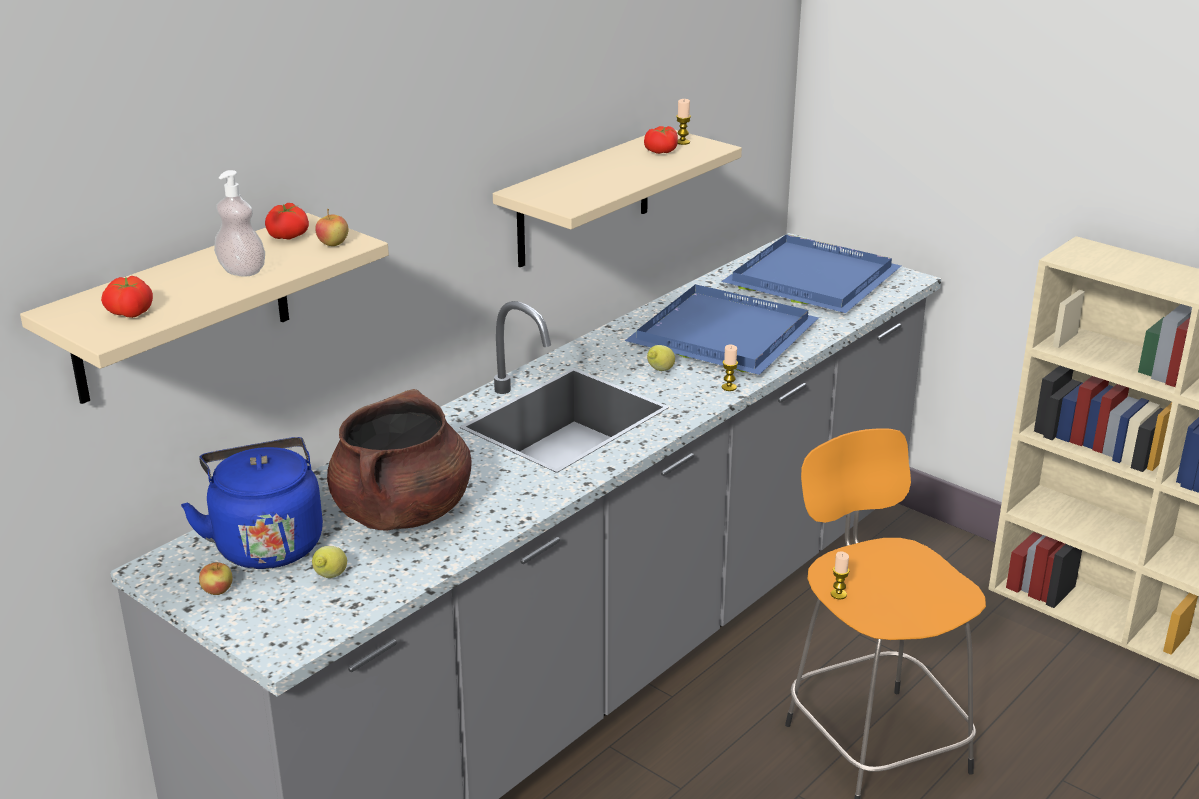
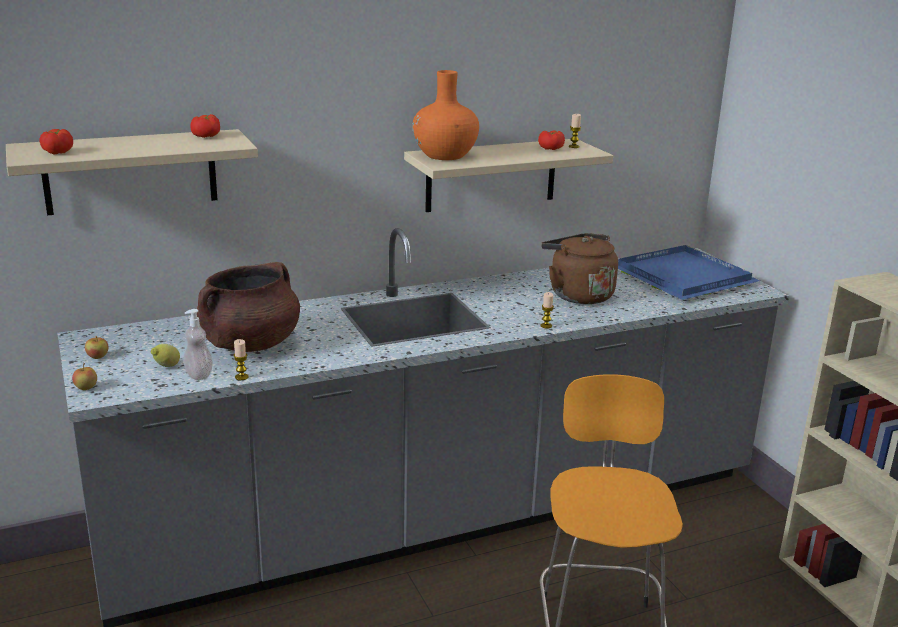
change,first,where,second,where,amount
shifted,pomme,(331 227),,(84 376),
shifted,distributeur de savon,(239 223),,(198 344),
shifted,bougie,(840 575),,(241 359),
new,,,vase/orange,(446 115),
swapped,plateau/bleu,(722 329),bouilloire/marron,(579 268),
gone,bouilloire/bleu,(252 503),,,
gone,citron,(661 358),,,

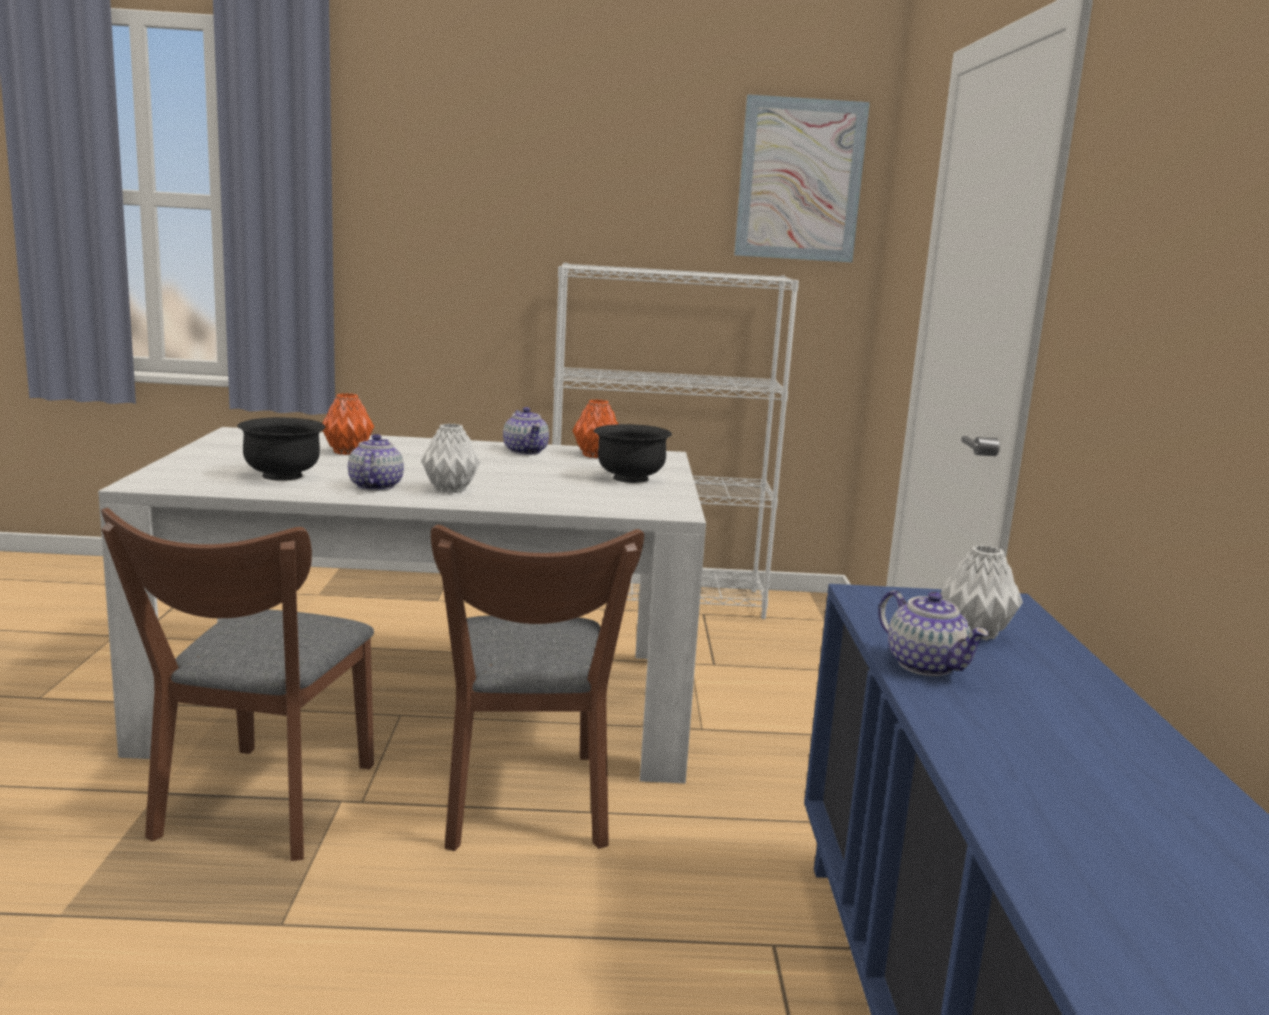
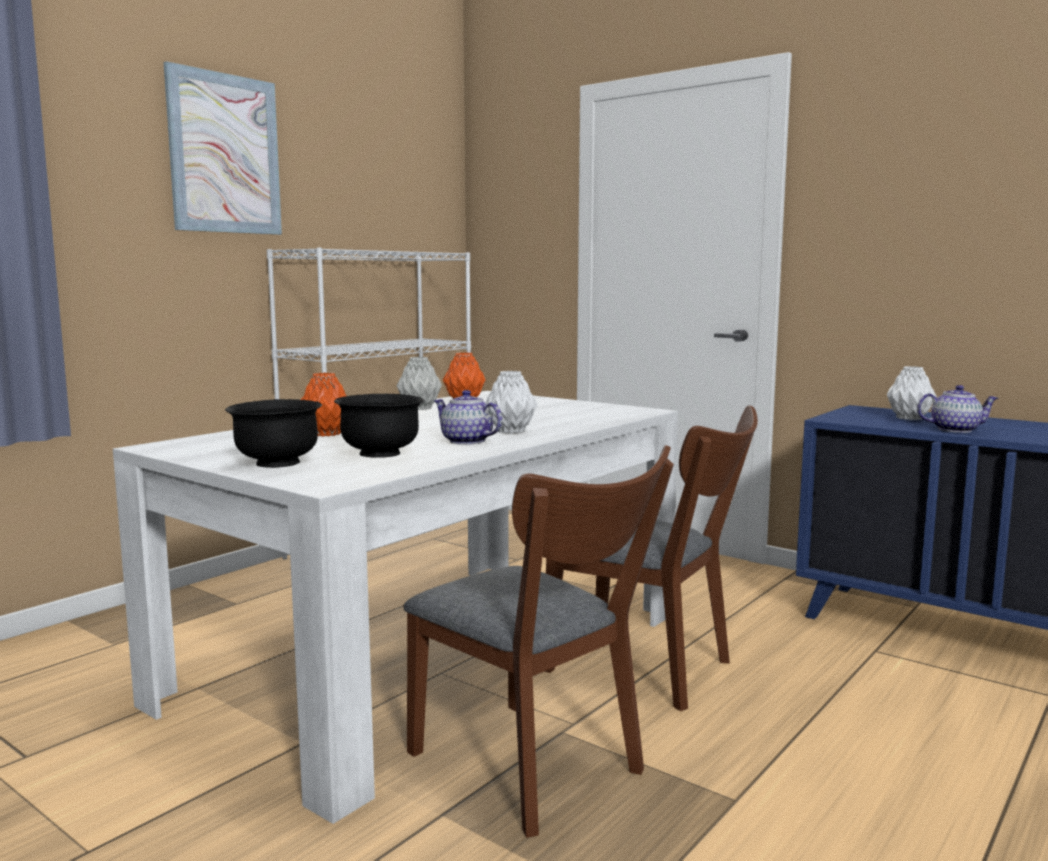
change,first,where,second,where,amount
shifted,tableau,(802 178),,(222 148),
shifted,bol/noir,(633 453),,(273 433),
swapped,théière,(526 431),vase/gris,(419 383),

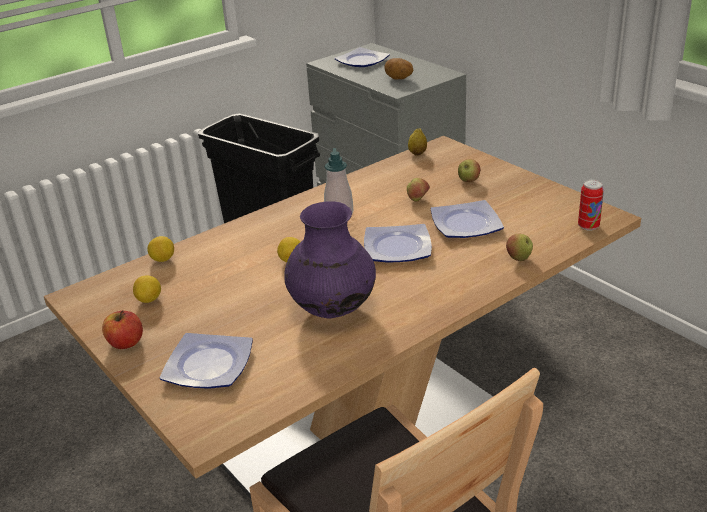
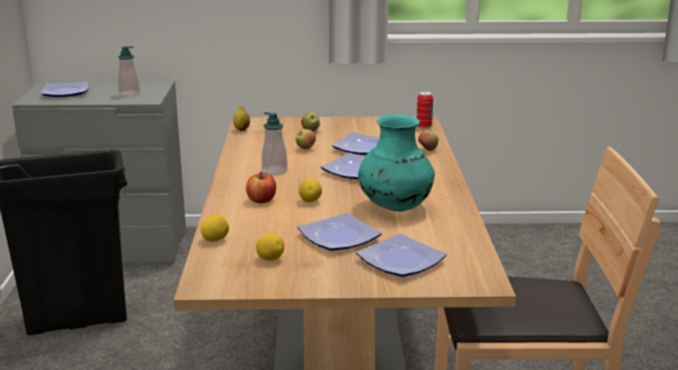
change,first,where,second,where,amount
swapped,pomme de terre,(398 69),distributeur de savon,(129 71),
shifted,pomme,(122 329),,(261 187),
new,,,assiette,(340 232),
repainted,vase/violet,(330 260),vase/turquoise,(396 163),

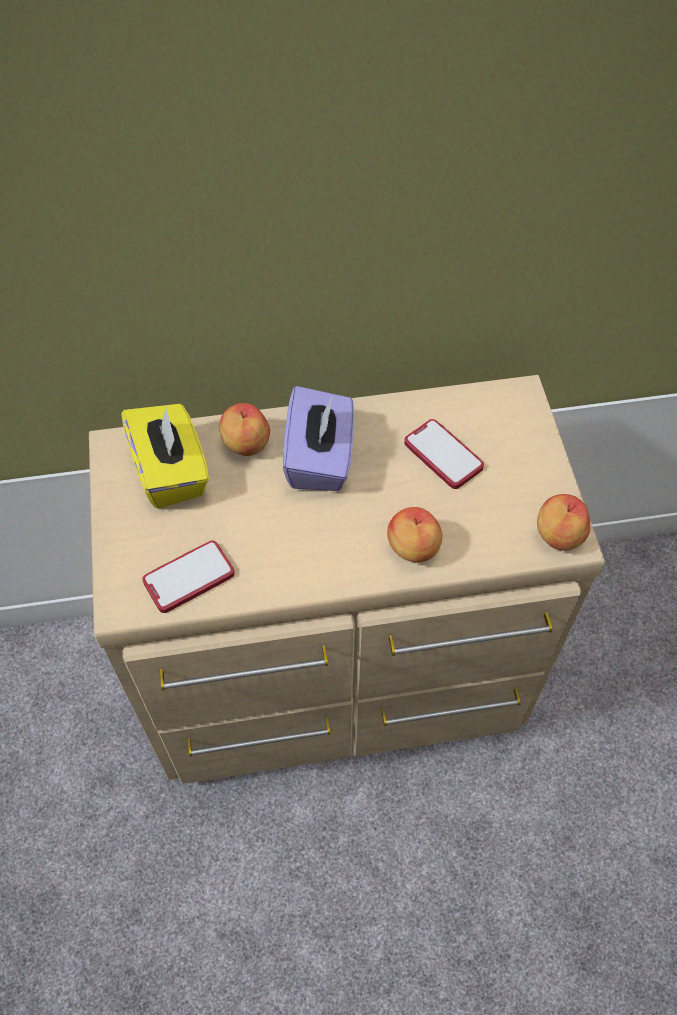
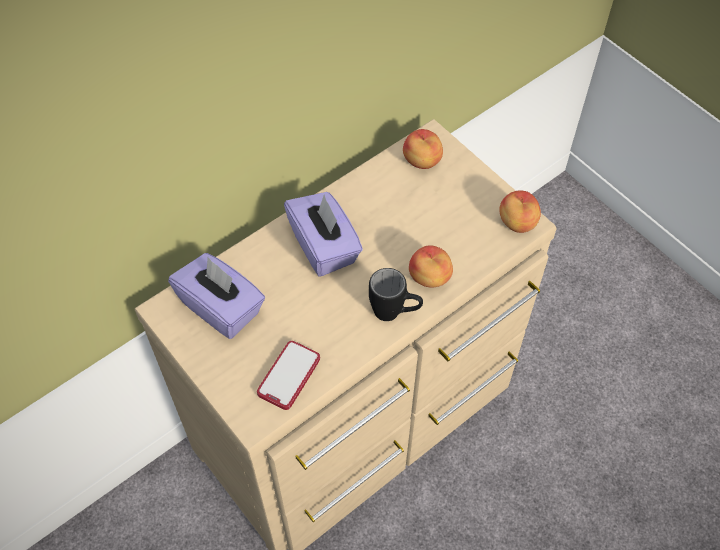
change,first,where,second,where,amount
repainted,boîte à mouchoirs/jaune,(165 456),boîte à mouchoirs/violet,(216 296),
new,,,mug/noir,(396 294),
shifted,pomme,(244 429),,(423 149),
gone,téléphone,(444 454),,,

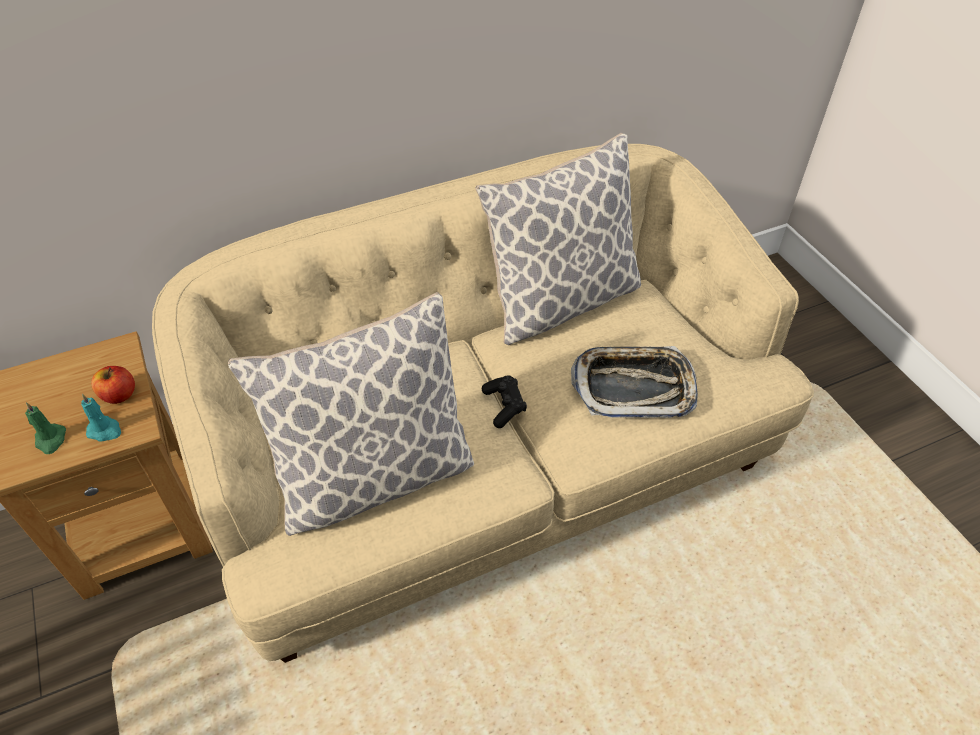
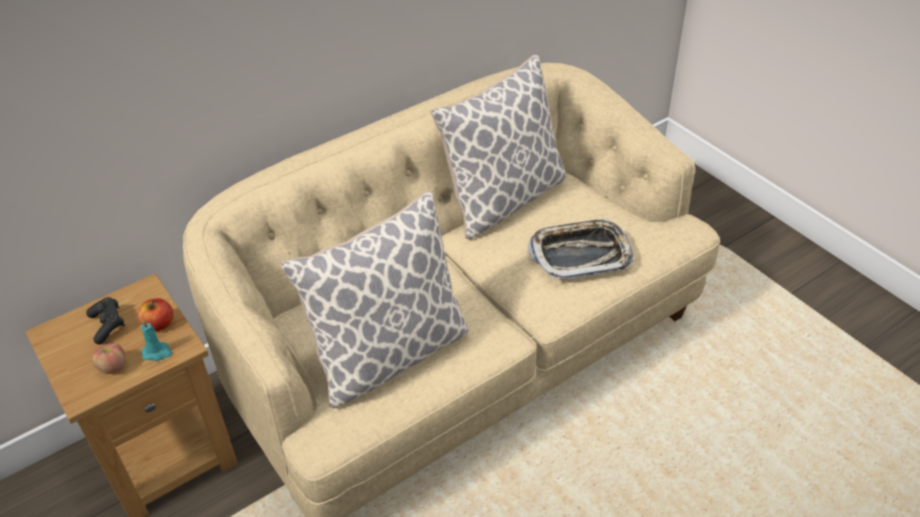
change,first,where,second,where,amount
shifted,manette/noir,(504 401),,(105 320),
swapped,bougie/vert,(45 428),pomme,(108 358),

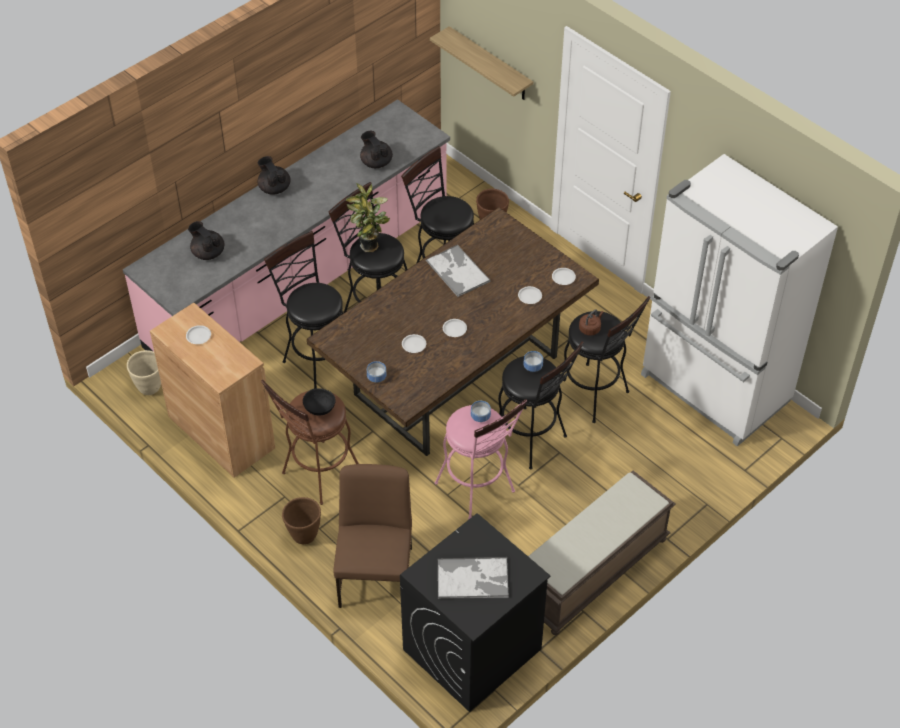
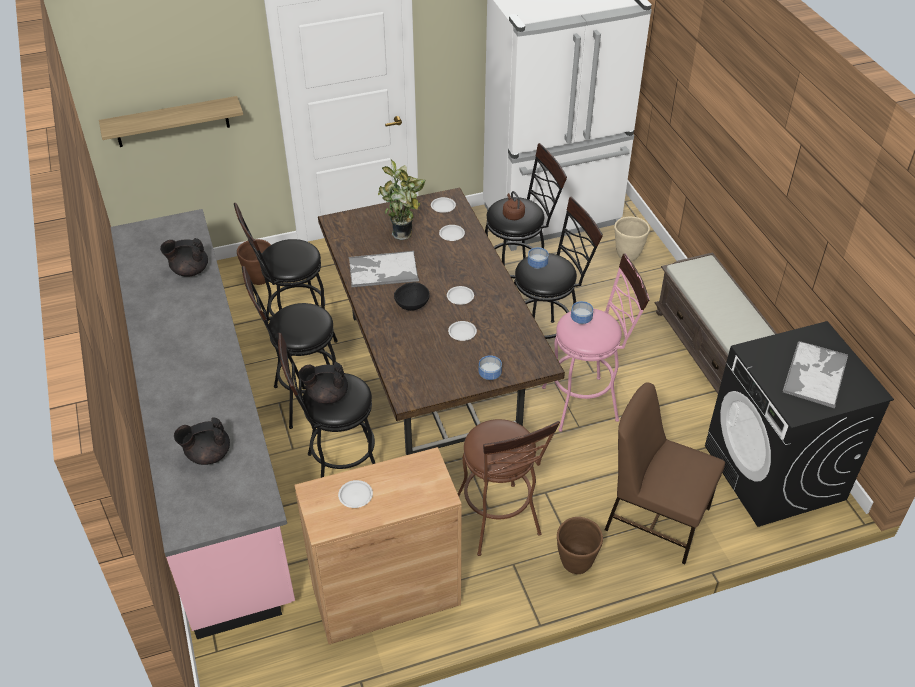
change,first,where,second,where,amount
shifted,théière/noir,(274 175),,(323 383),
shifted,plante en pot,(368 217),,(402 199),
shifted,bol/noir,(319 401),,(412 296),
shifted,cache-pot/beige,(144 372),,(632 239),

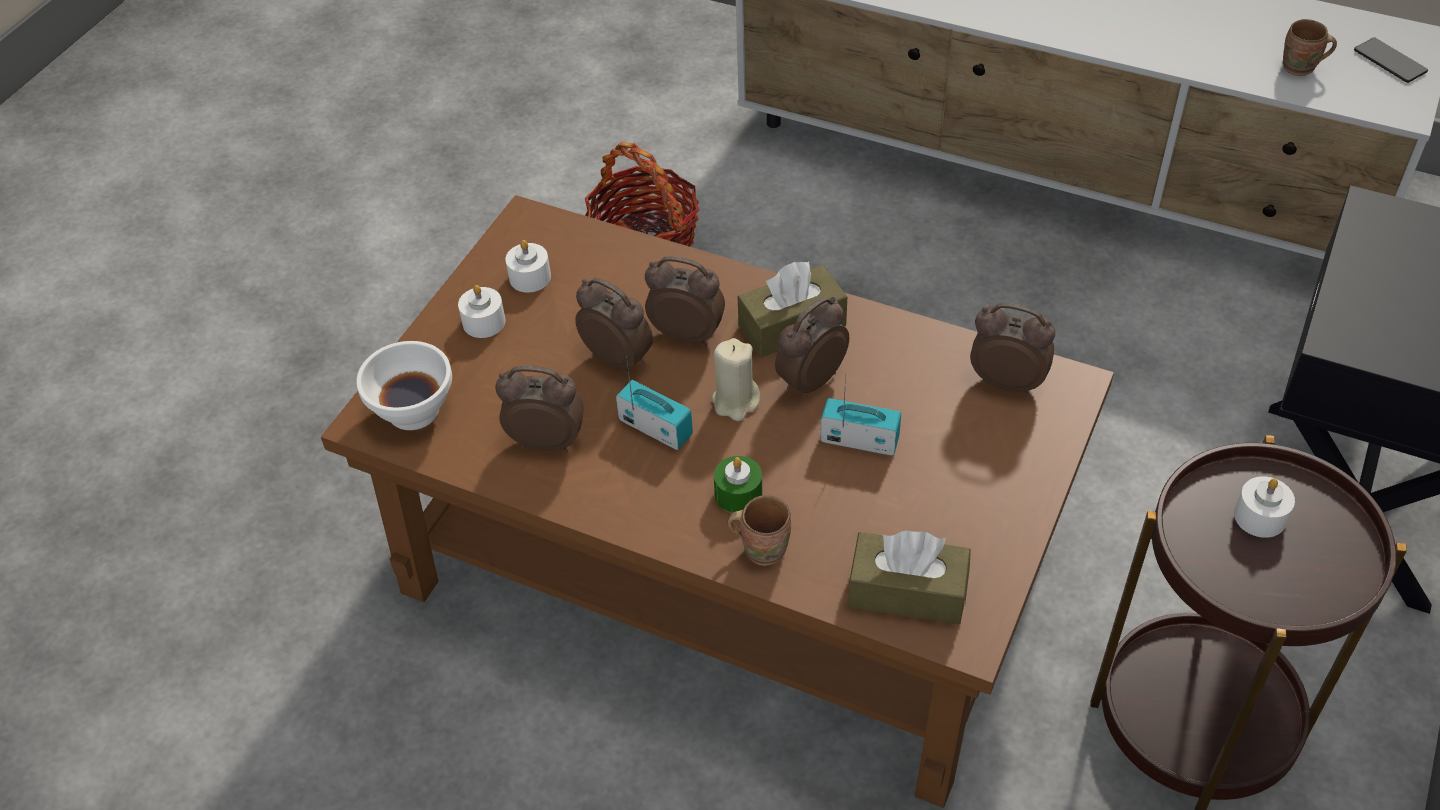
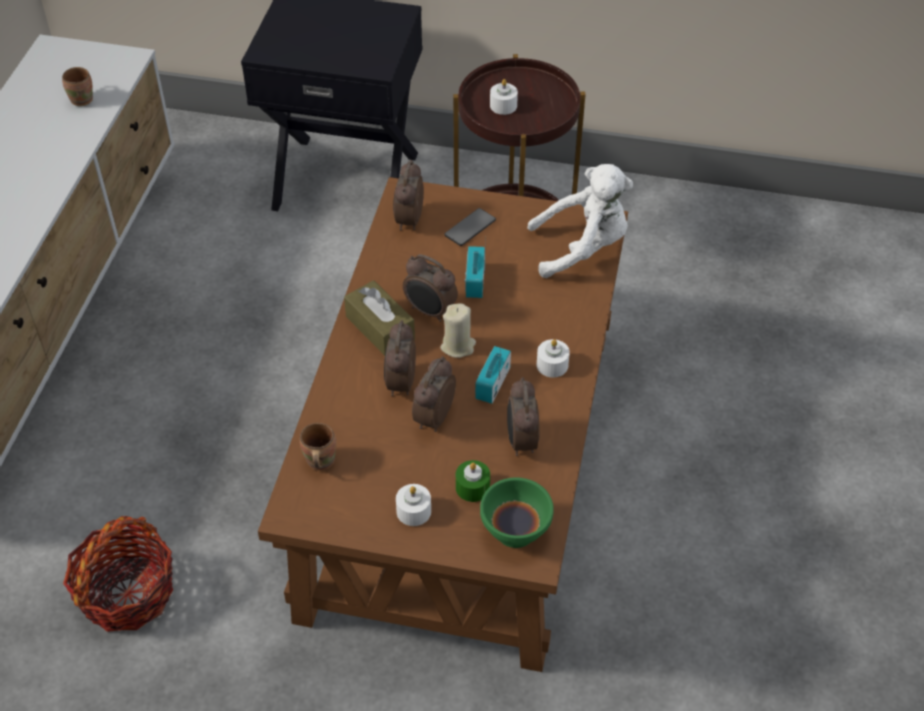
change,first,where,second,where,amount
shifted,mug/marron,(759 530),,(318 446),
shifted,téléphone,(1391 60),,(470 227),
shifted,bougie/vert,(738 484),,(473 481),
repainted,bol/blanc,(404 385),bol/vert,(517 512),
swapped,boîte à mouchoirs/marron,(909 577),peluche/blanc,(580 221),
shifted,bougie/blanc,(528 266),,(553 358),

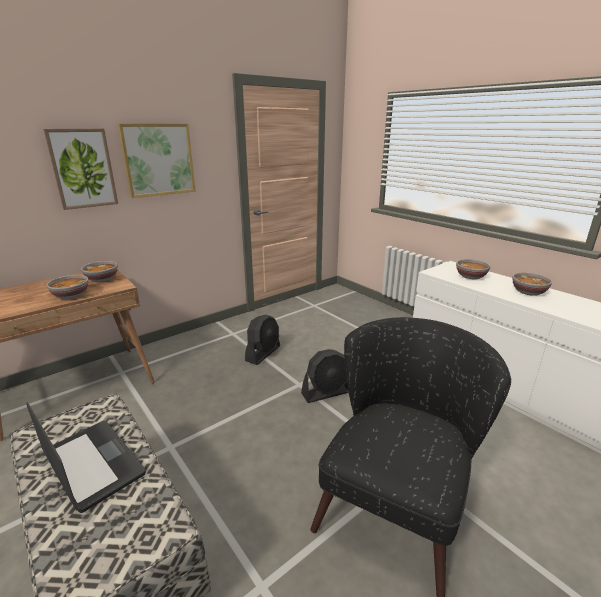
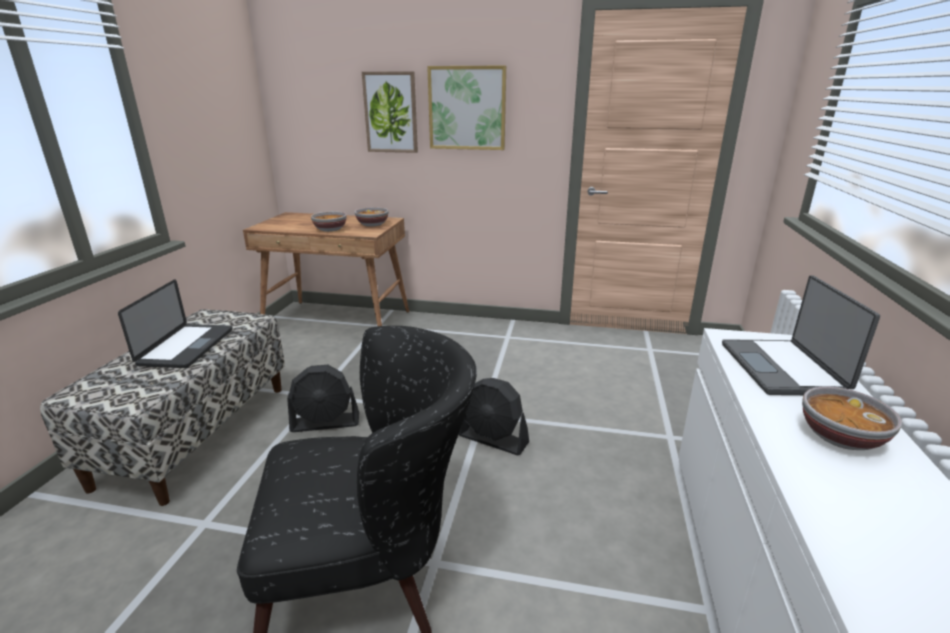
change,first,where,second,where,amount
shifted,ventilateur/noir,(262 339),,(323 398),
swapped,bol,(473 269),ordinateur portable,(801 335),

